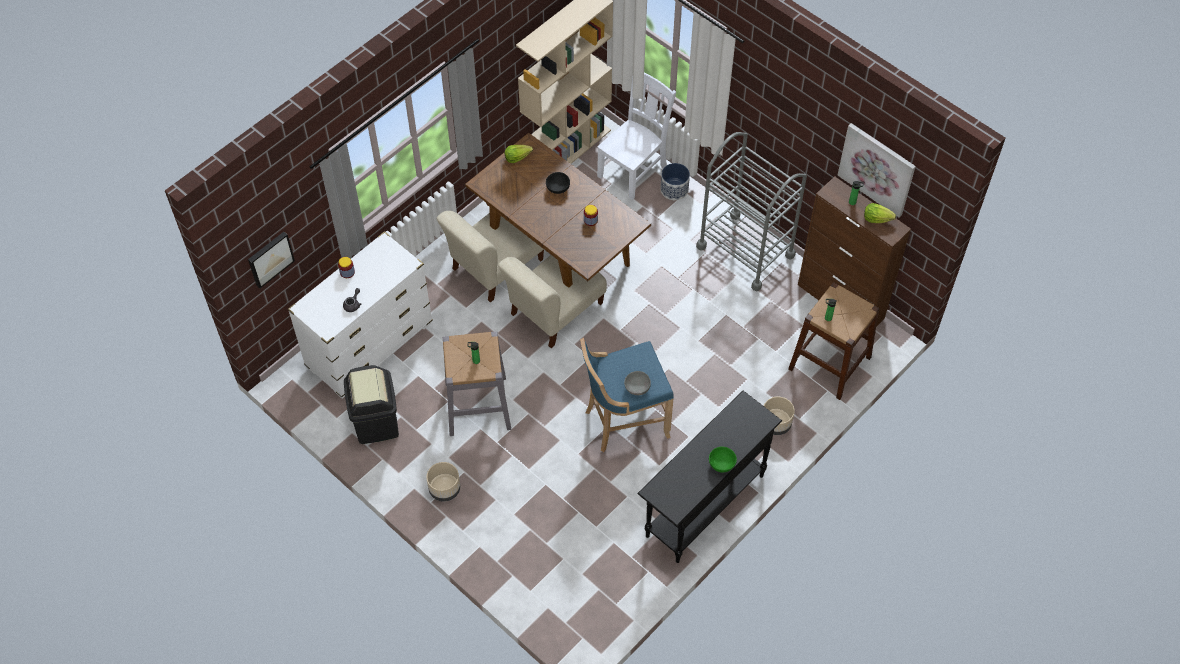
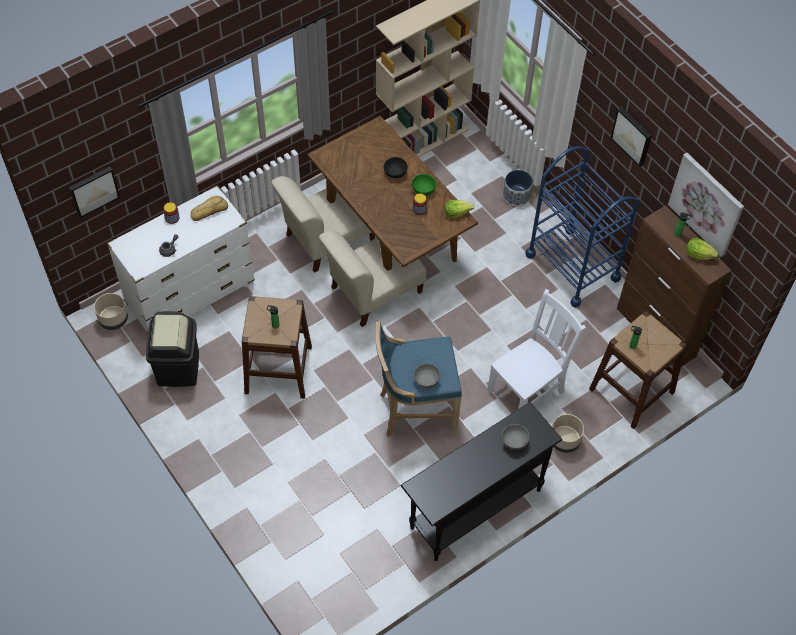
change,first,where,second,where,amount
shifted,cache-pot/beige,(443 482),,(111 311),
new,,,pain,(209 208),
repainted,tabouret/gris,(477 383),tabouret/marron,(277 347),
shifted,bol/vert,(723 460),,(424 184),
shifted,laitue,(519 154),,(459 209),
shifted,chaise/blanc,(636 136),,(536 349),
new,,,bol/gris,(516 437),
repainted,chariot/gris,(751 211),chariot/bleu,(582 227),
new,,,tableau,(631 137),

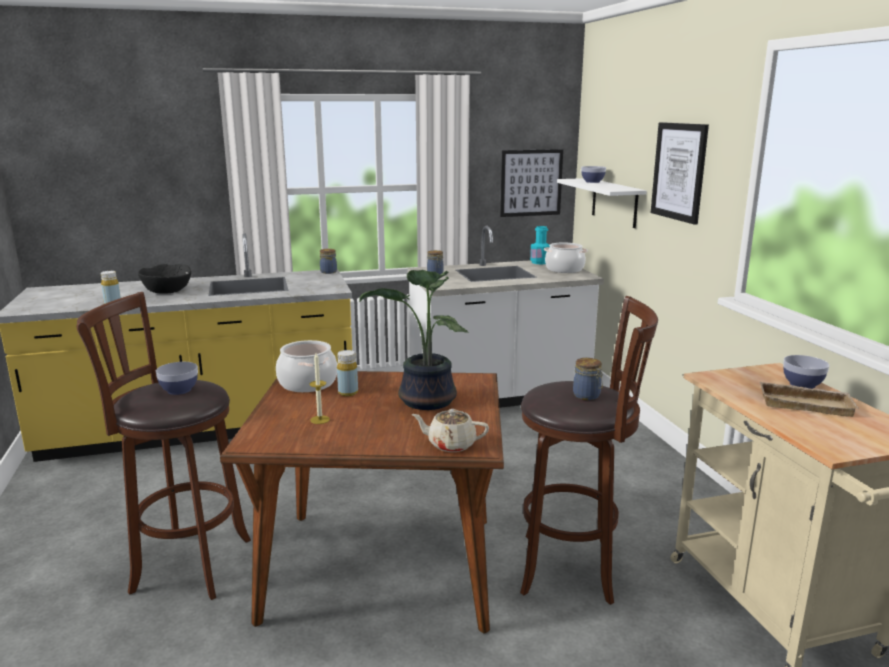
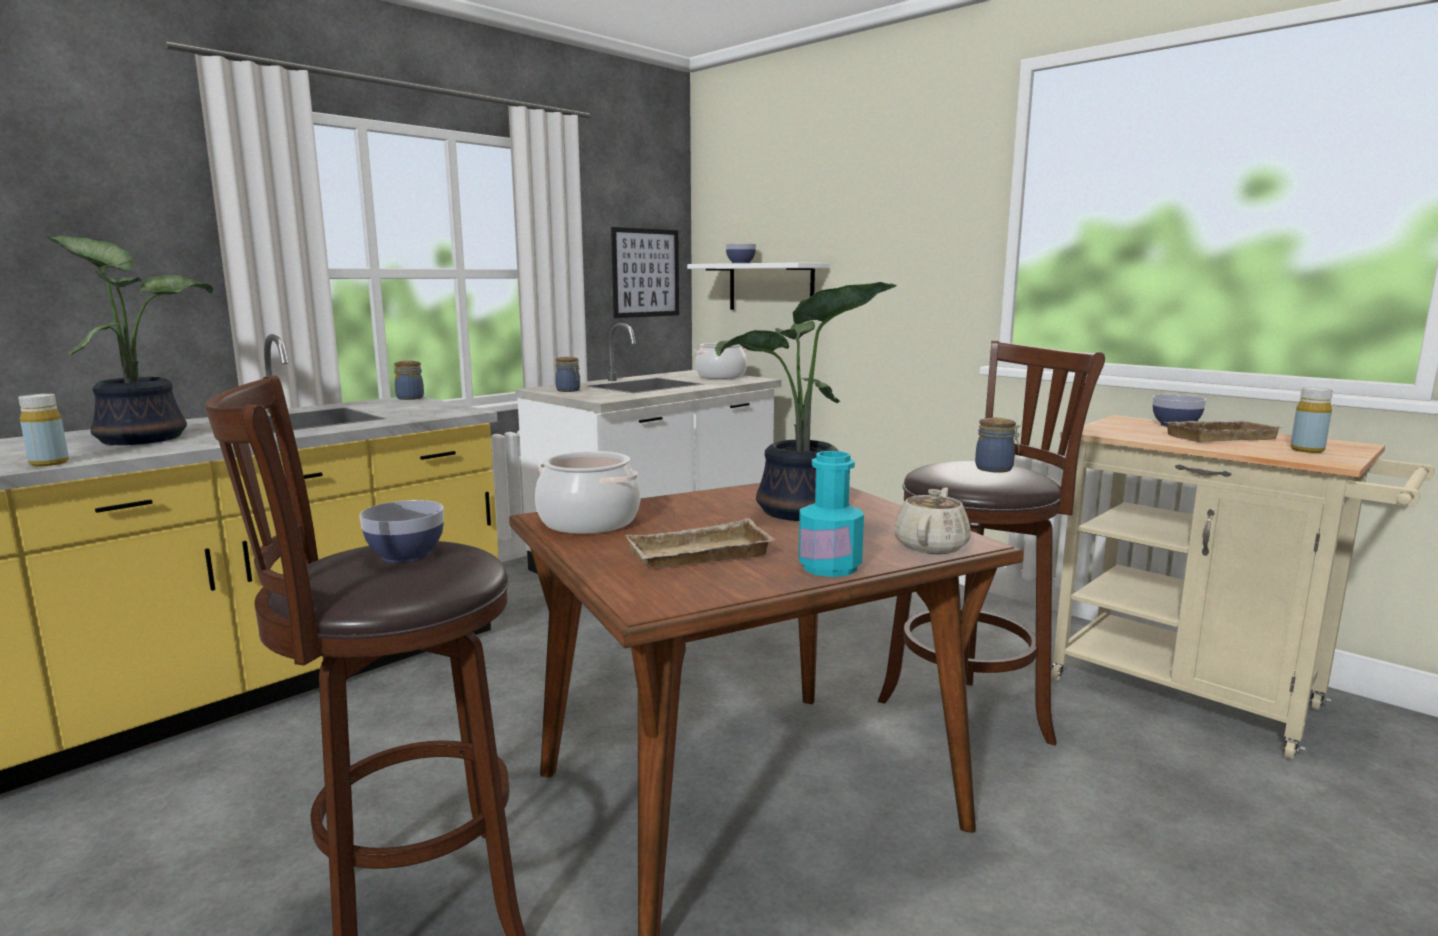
change,first,where,second,where,amount
swapped,bol/noir,(164 279),plante en pot,(129 340),
swapped,bougie,(319 388),plateau/beige,(700 543),
shifted,bouteille/turquoise,(540 245),,(831 514),
rotated,théière/beige,(450 430),,(932 521),135 degrees clockwise
shifted,bouteille/jaune,(347 373),,(1311 420),
gone,tableau,(680 173),,,

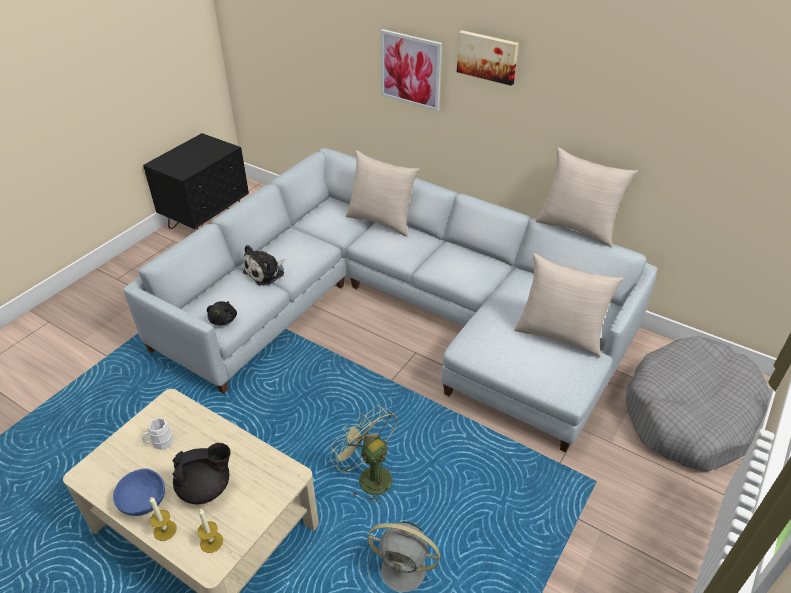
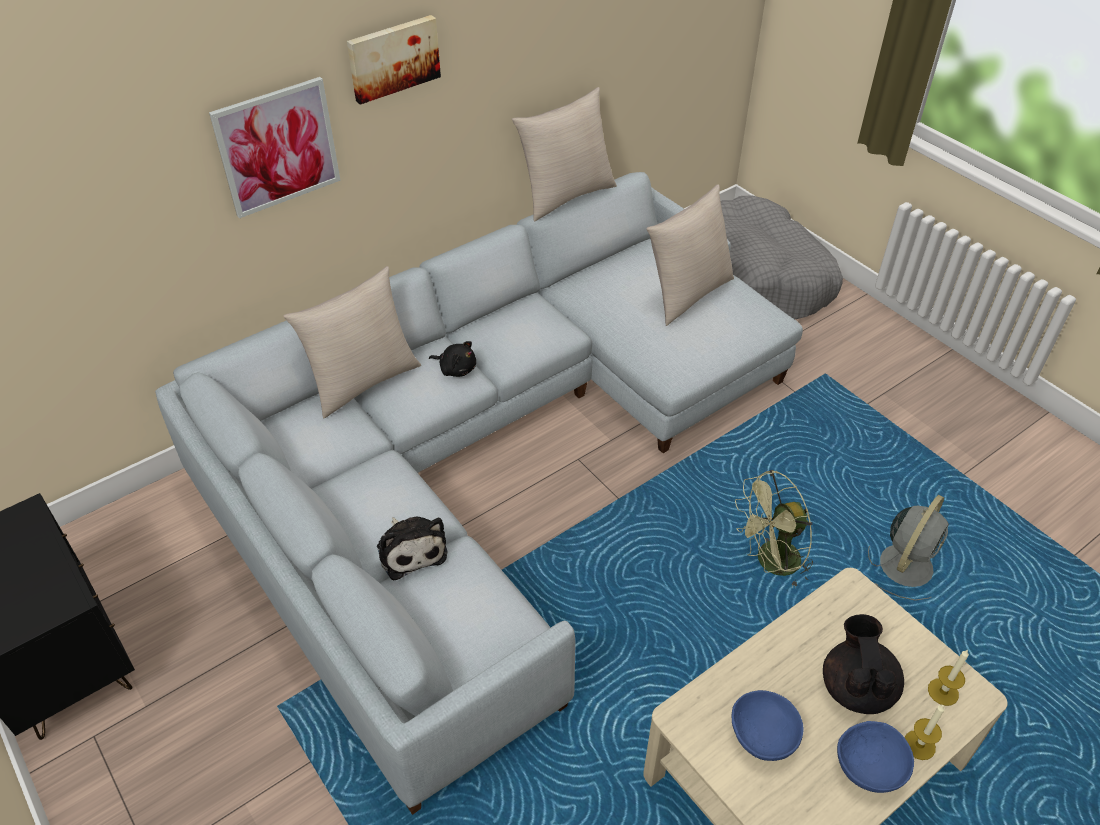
change,first,where,second,where,amount
shifted,peluche/noir,(222 313),,(452 359),
swapped,mug/blanc,(158 434),bol/bleu,(768 725),

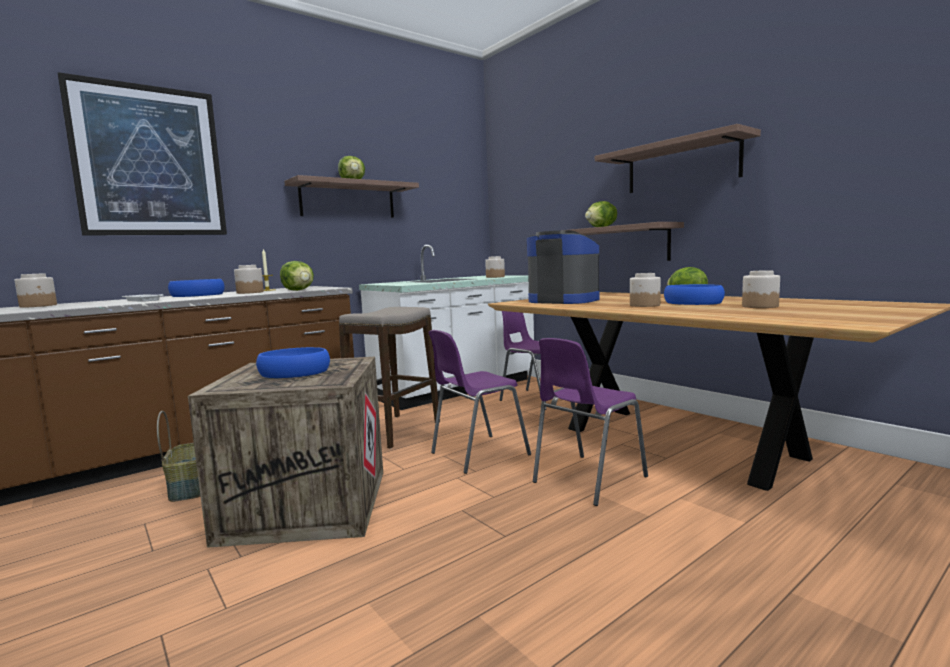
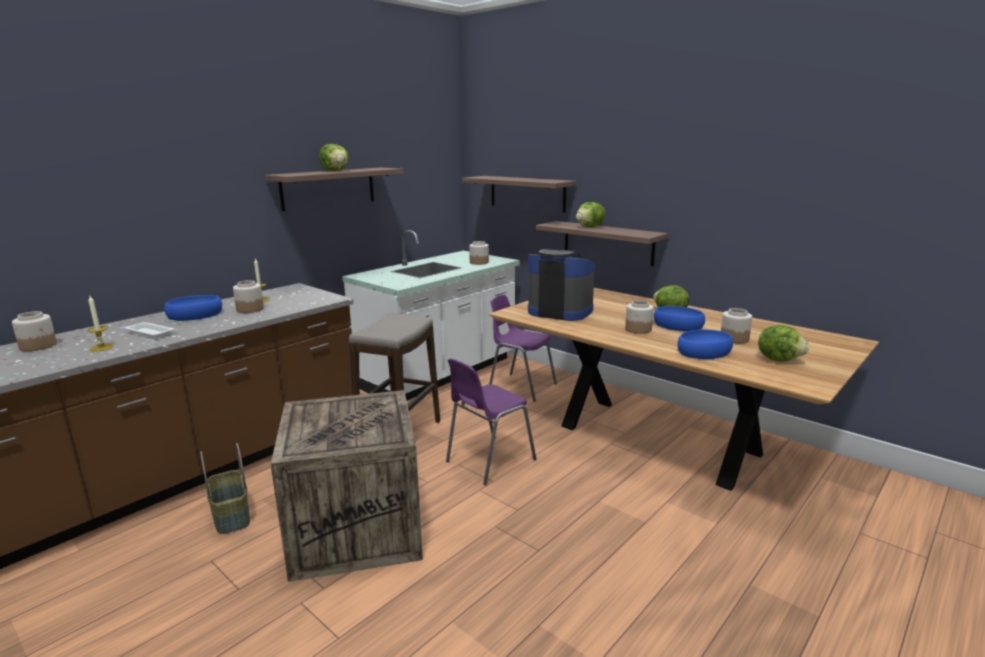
change,first,where,second,where,amount
new,,,bougie,(100 323),
shifted,étagère,(678 158),,(519 194),
shifted,bol/bleu,(293 362),,(705 344),
shifted,laitue,(297 276),,(783 343),
gone,tableau,(142 154),,,
gone,chaise/violet,(590 422),,,

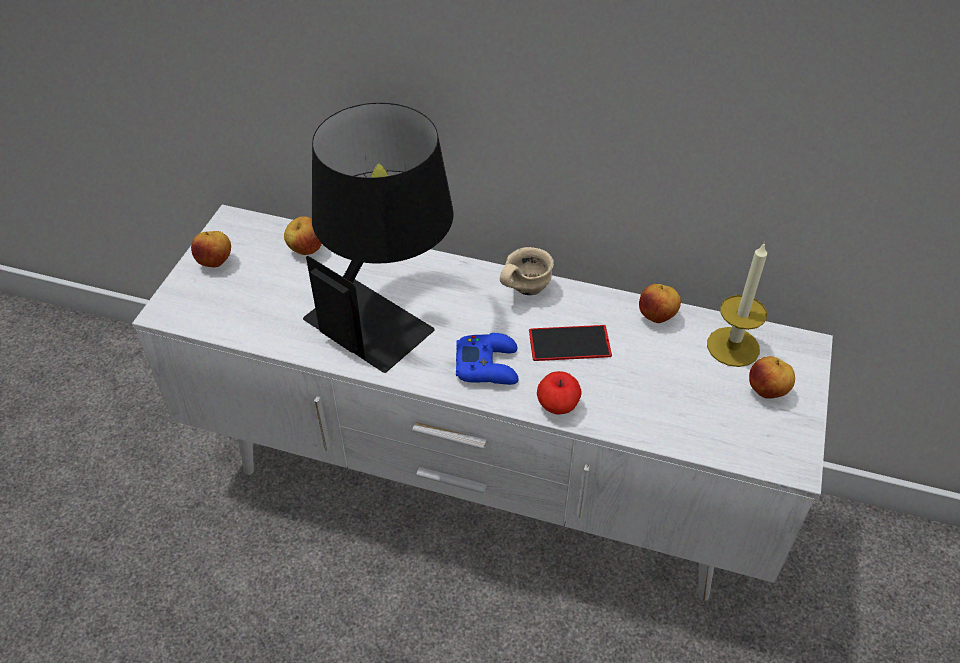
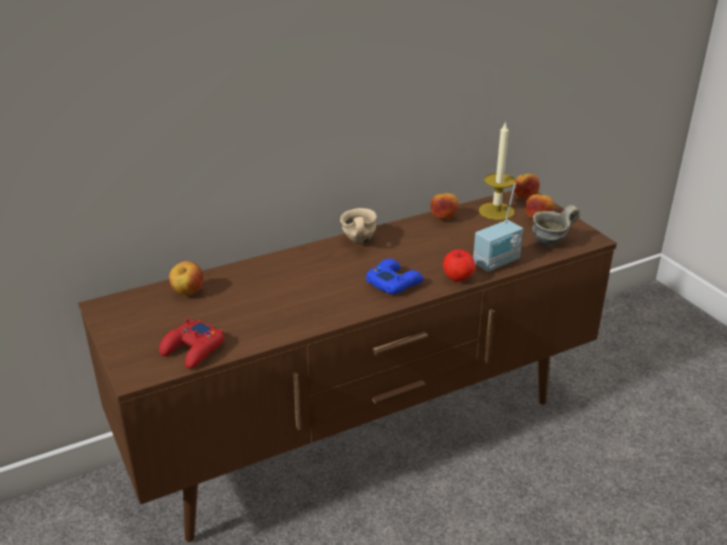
change,first,where,second,where,amount
repainted,meuble télé/blanc,(482 403),meuble télé/marron,(347 366),
new,,,manette/rouge,(191 343),
new,,,radio,(498 227),
shifted,pomme,(211 249),,(527 186),
new,,,mug/gris,(556 226),
gone,lampe de table/noir,(378 238),,,
gone,téléphone,(570 343),,,

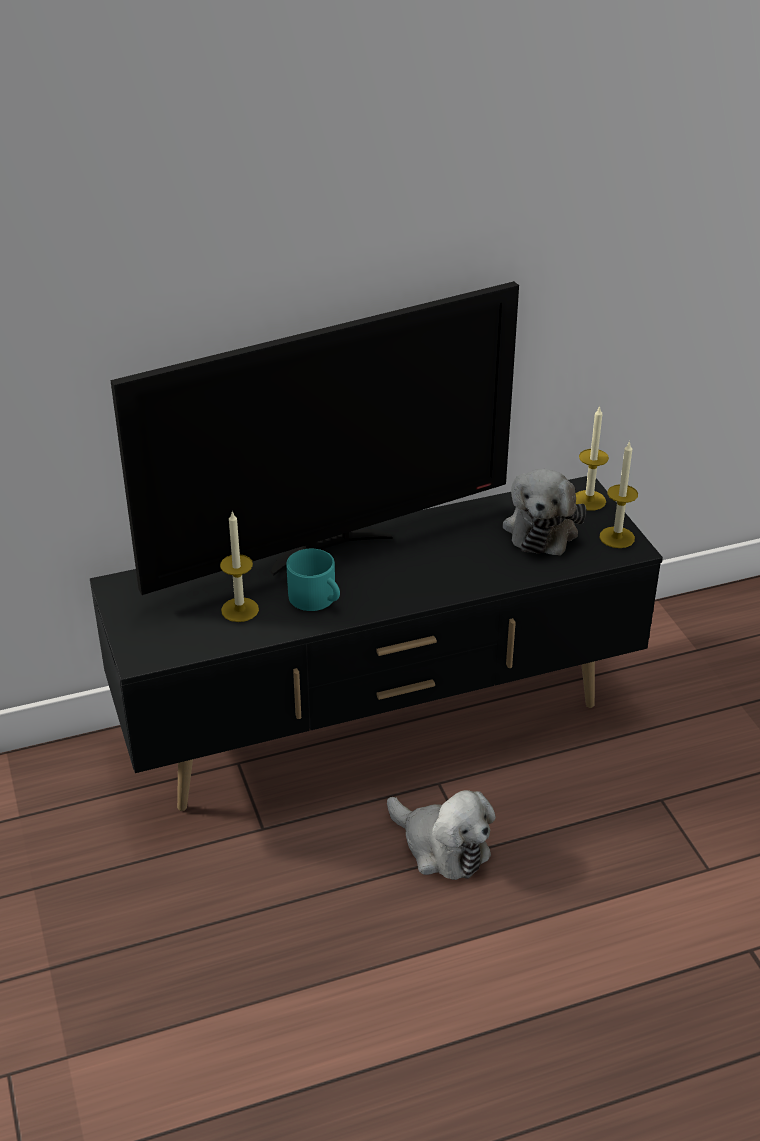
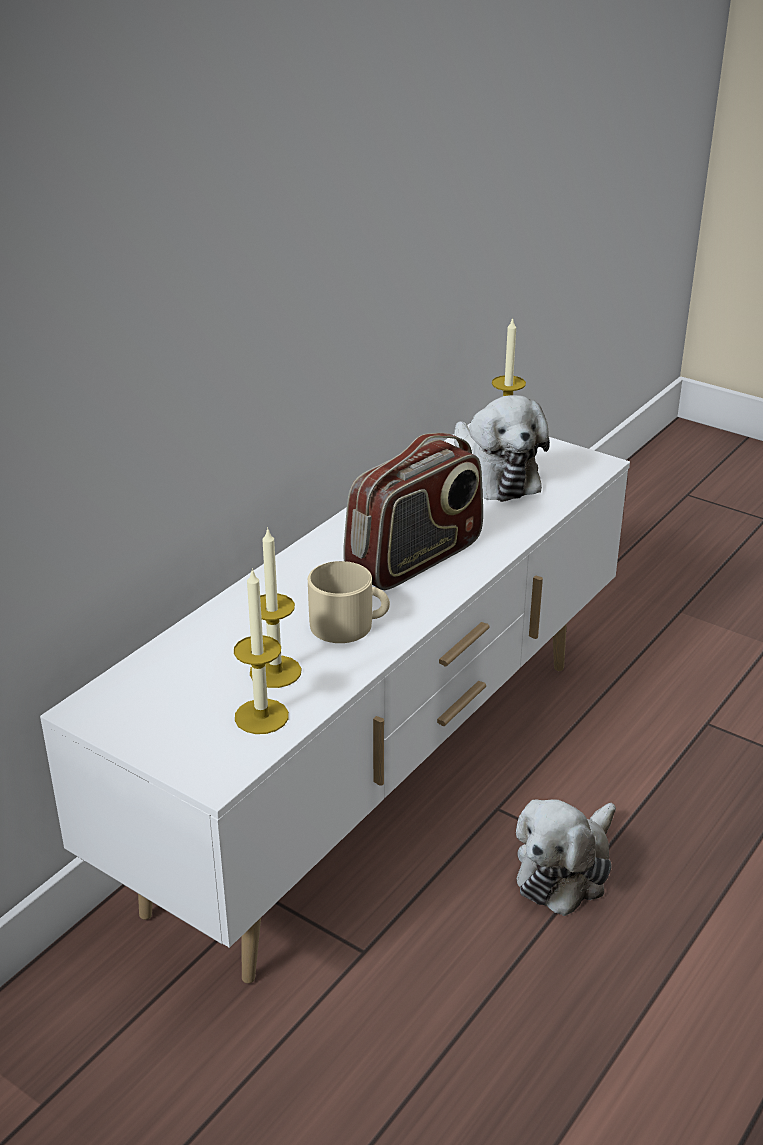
change,first,where,second,where,amount
repainted,meuble télé/noir,(376 643),meuble télé/blanc,(335 703),
shifted,bougie,(619 494),,(261 651),
repainted,mug/turquoise,(313 580),mug/beige,(349 602),
new,,,radio,(413 511),
rotated,peluche,(441 835),,(566 857),120 degrees clockwise
gone,téléviseur,(314 438),,,

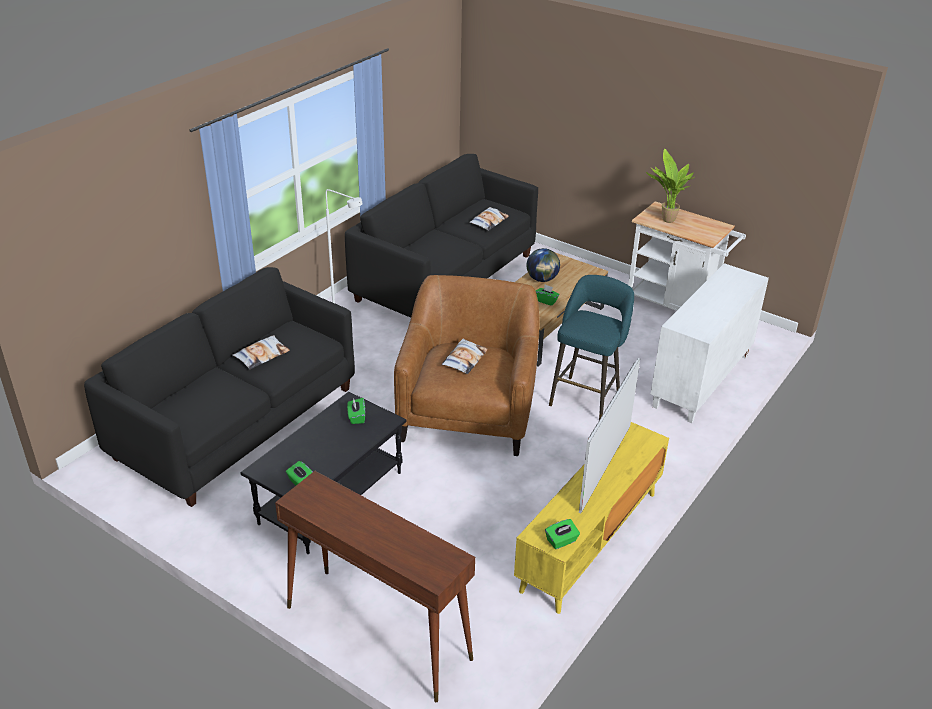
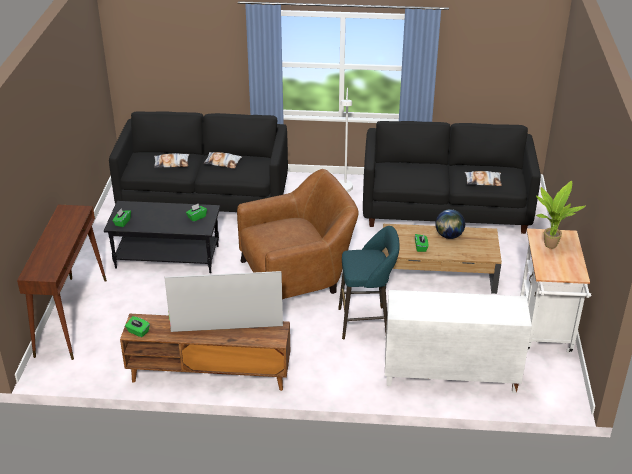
change,first,where,second,where,amount
repainted,meuble télé/jaune,(591 518),meuble télé/marron,(205 352),
shifted,coussin,(465 356),,(171 160),

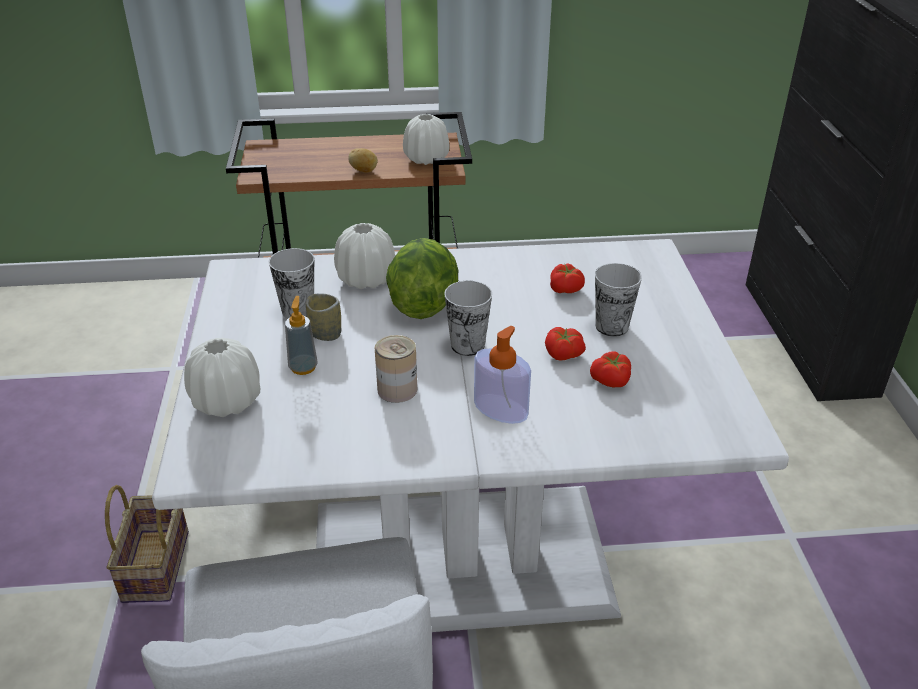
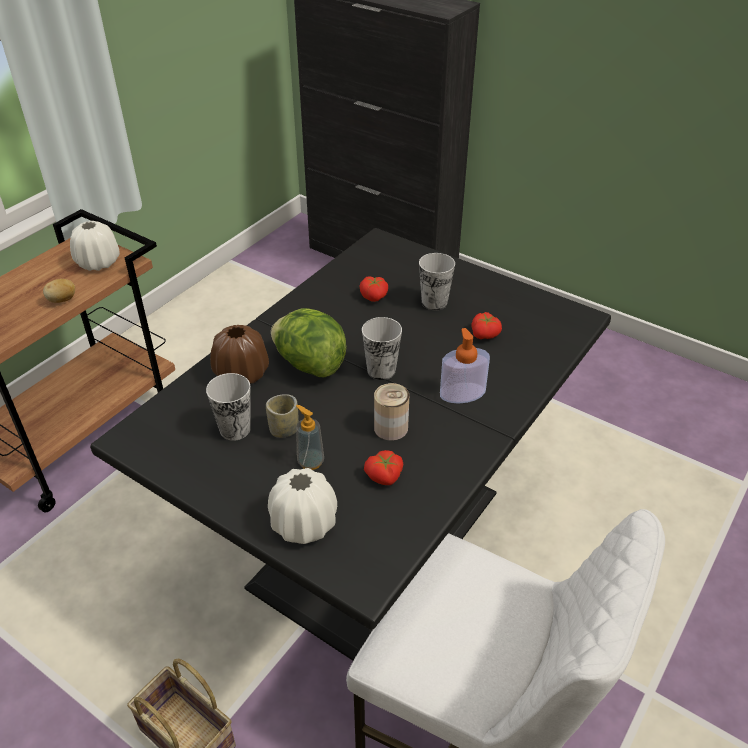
change,first,where,second,where,amount
repainted,table à manger/blanc,(470 435),table à manger/noir,(350 444),
repainted,vase/blanc,(364 256),vase/marron,(239 354),
shifted,tomate,(565 344),,(383 467),

